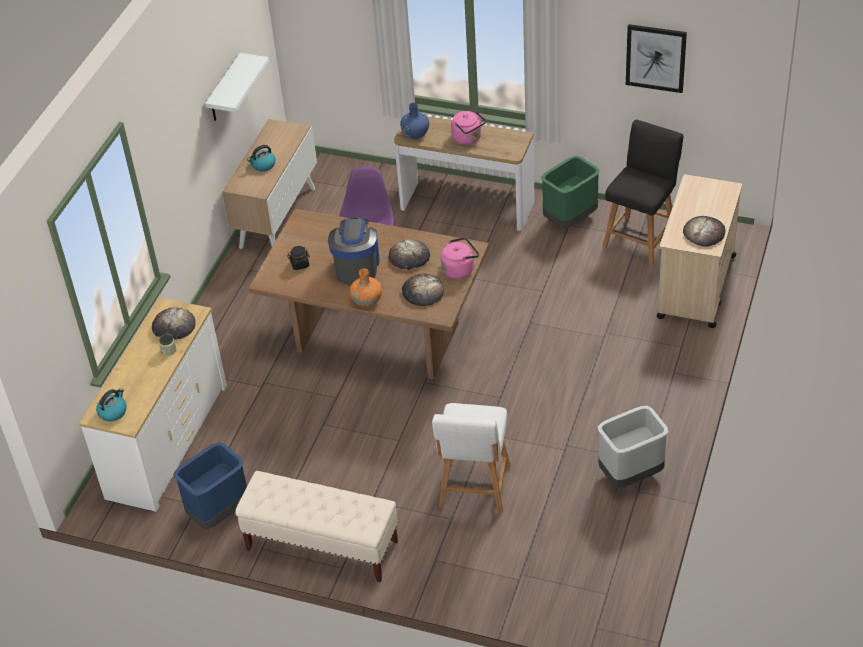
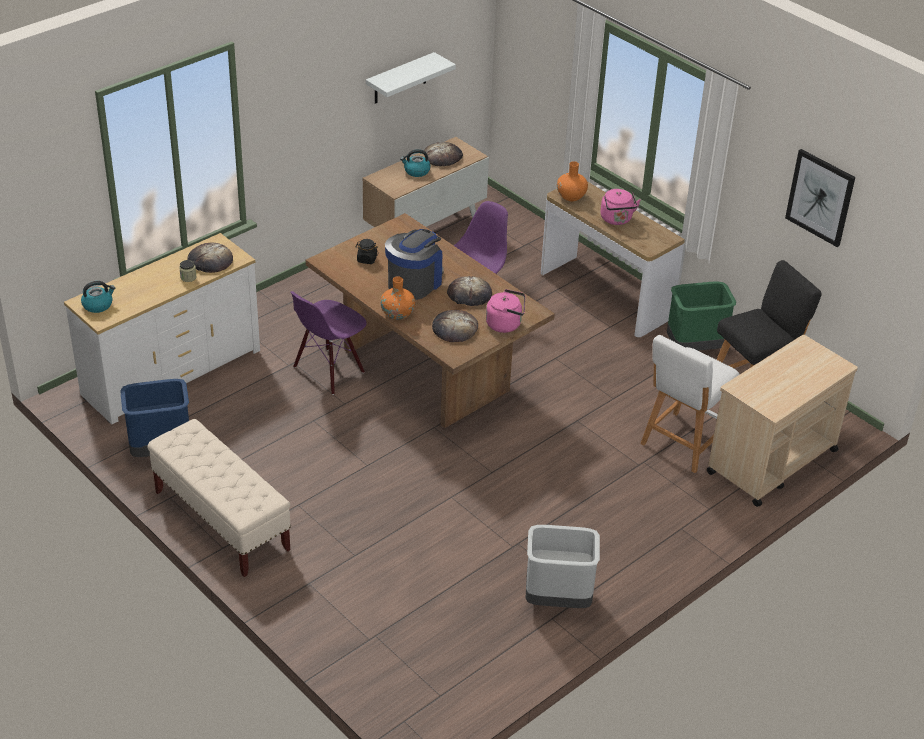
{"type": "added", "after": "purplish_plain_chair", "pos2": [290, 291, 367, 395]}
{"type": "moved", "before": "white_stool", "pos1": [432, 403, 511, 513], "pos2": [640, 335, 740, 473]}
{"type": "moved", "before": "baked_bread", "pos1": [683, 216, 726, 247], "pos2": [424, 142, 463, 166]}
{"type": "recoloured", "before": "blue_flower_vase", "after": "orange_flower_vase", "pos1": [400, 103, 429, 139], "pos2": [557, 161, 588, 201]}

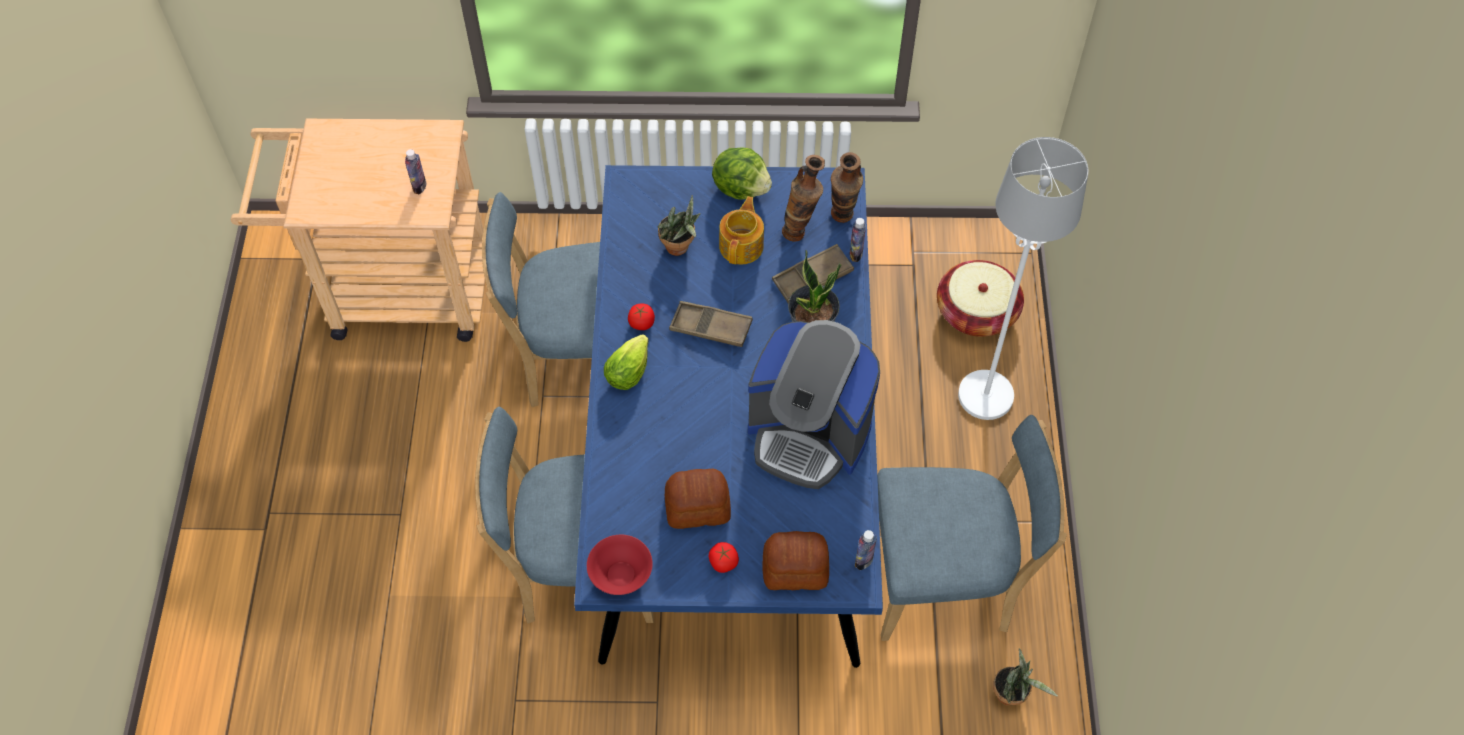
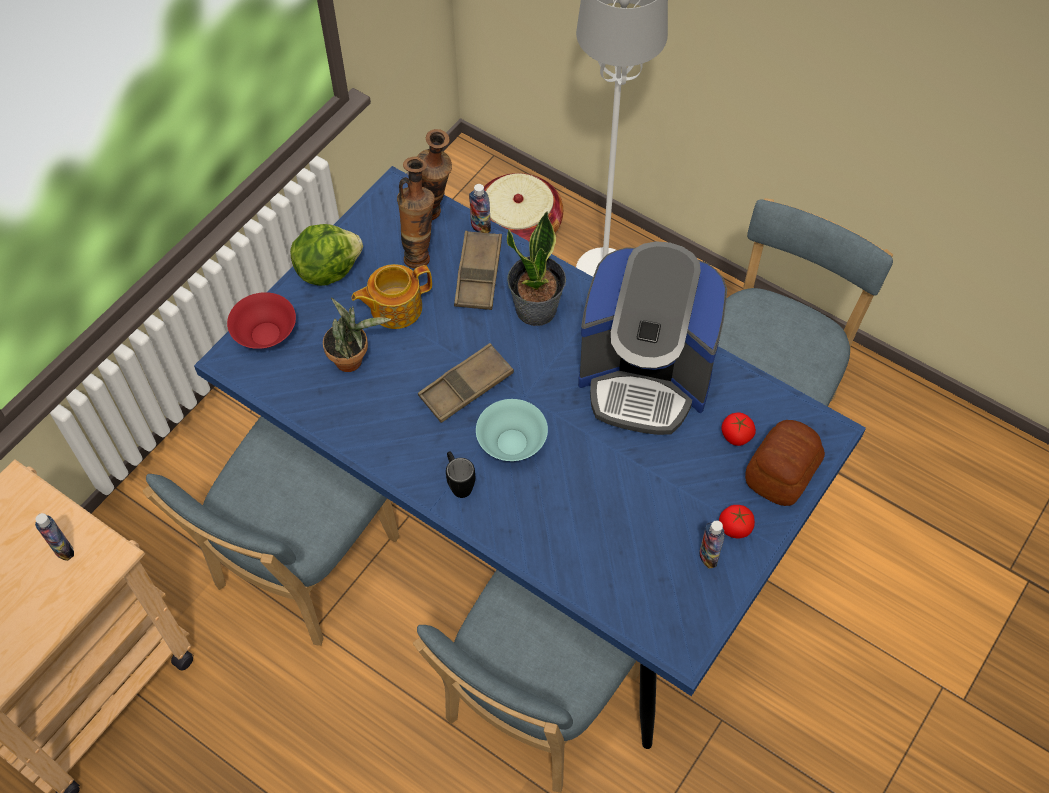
{"type": "removed", "before": "baked_bread", "pos1": [665, 469, 731, 529]}
{"type": "removed", "before": "plant_in_a_pot", "pos1": [993, 648, 1058, 706]}
{"type": "added", "after": "blue-green_deep_dish", "pos2": [476, 399, 548, 461]}
{"type": "moved", "before": "red-coloured_deep_dish", "pos1": [587, 535, 653, 595], "pos2": [227, 292, 296, 349]}
{"type": "moved", "before": "tomato", "pos1": [628, 304, 655, 330], "pos2": [721, 412, 756, 446]}
{"type": "moved", "before": "bottle", "pos1": [855, 530, 877, 570], "pos2": [700, 520, 725, 569]}
{"type": "replaced", "before": "head_of_lettuce", "after": "blackish_coffee_mug", "pos1": [604, 334, 649, 390], "pos2": [446, 451, 475, 498]}
{"type": "turned", "before": "pot_for_tea", "pos1": [719, 196, 764, 264], "pos2": [352, 264, 432, 329], "turn": -75}
{"type": "turned", "before": "coffee_brewer", "pos1": [748, 320, 880, 489], "pos2": [578, 241, 727, 435], "turn": 45}

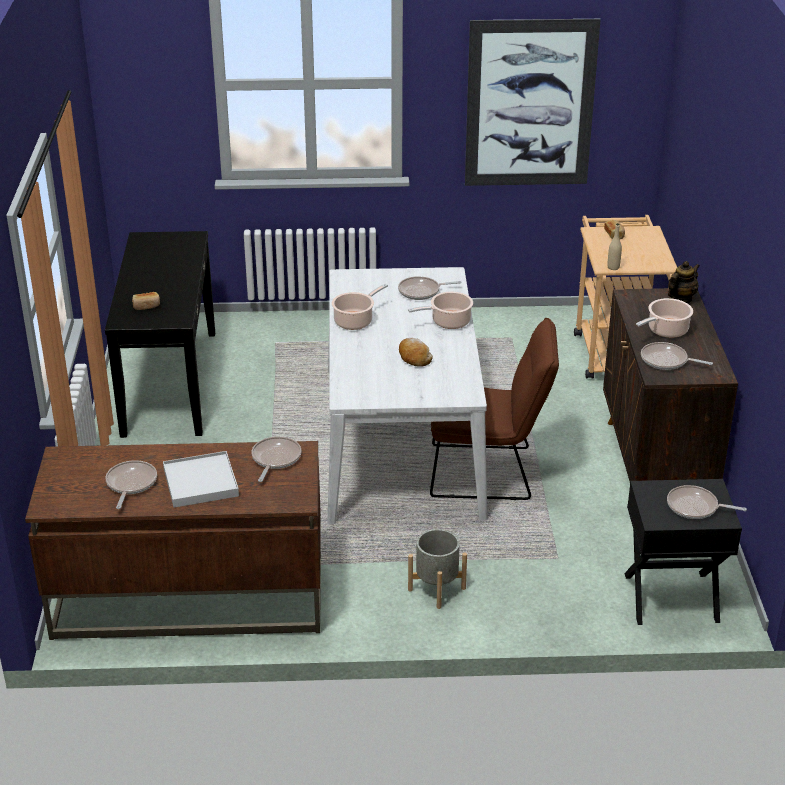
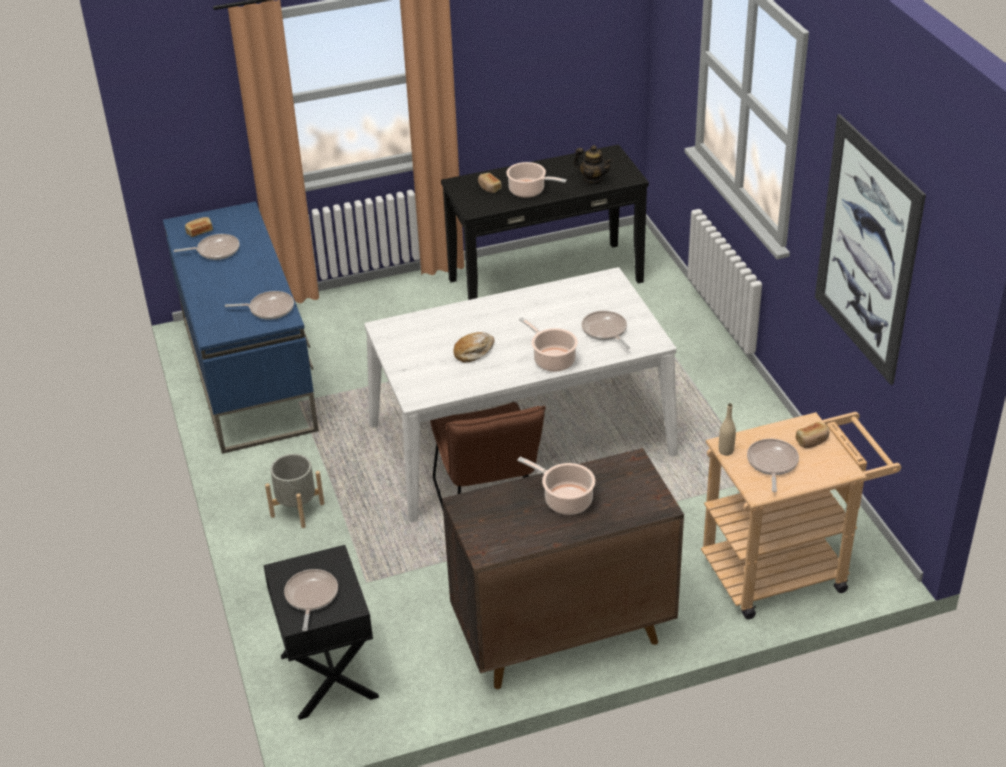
{"type": "removed", "before": "white_tray", "pos1": [163, 451, 239, 508]}
{"type": "added", "after": "baked_bread", "pos2": [185, 217, 213, 237]}
{"type": "moved", "before": "stockpot", "pos1": [332, 284, 388, 330], "pos2": [506, 162, 567, 198]}
{"type": "moved", "before": "pan", "pos1": [641, 342, 713, 370], "pos2": [747, 439, 799, 492]}
{"type": "moved", "before": "pot_for_tea", "pos1": [668, 261, 700, 303], "pos2": [574, 145, 613, 184]}
{"type": "recoloured", "before": "brown_desk", "after": "blue_desk", "pos1": [25, 441, 321, 640], "pos2": [163, 202, 319, 454]}

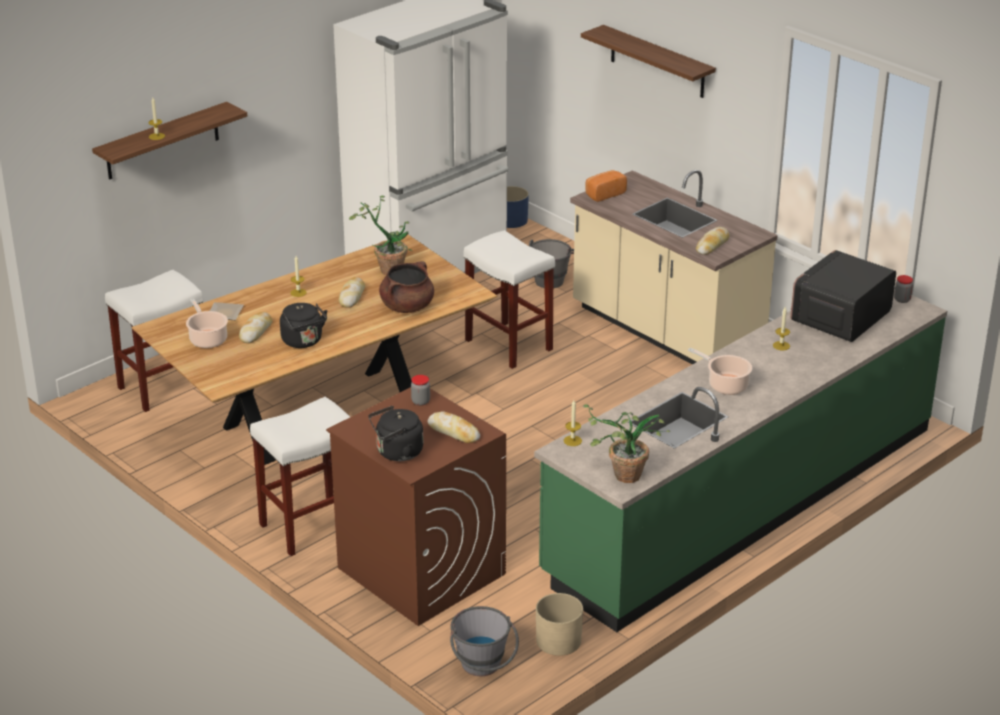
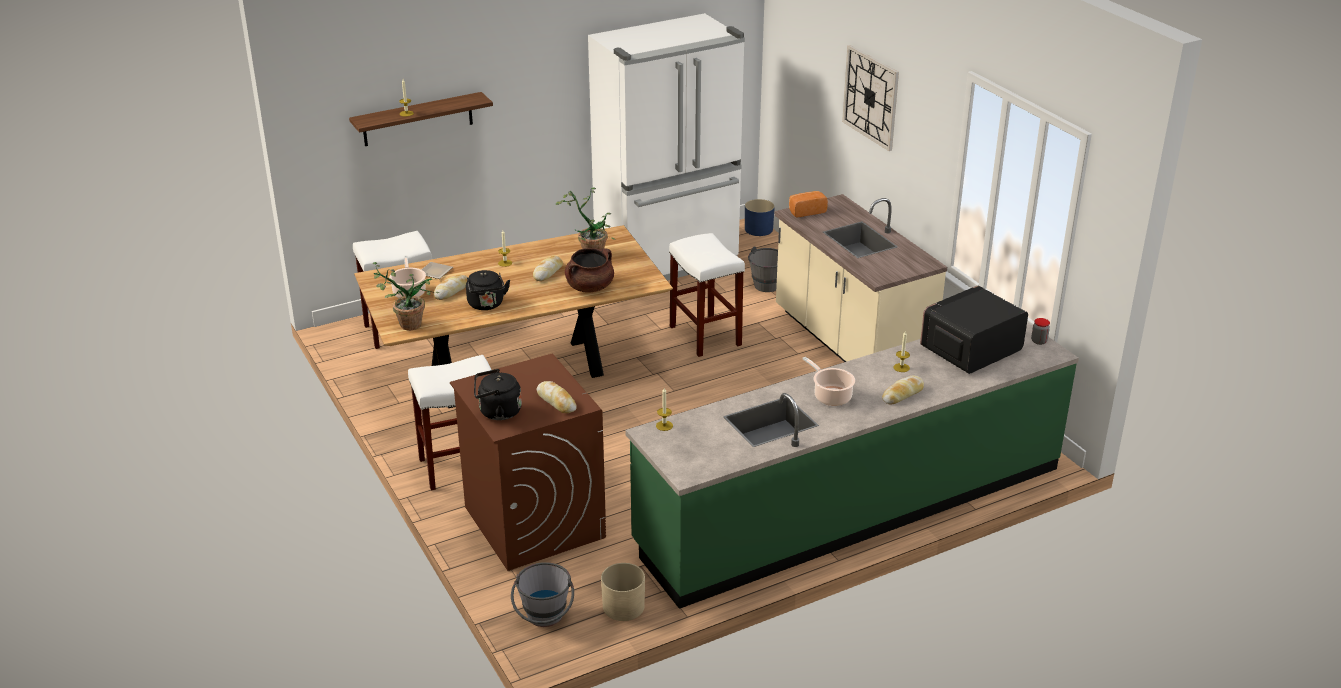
{"type": "removed", "before": "jar", "pos1": [411, 375, 430, 406]}
{"type": "moved", "before": "plant_in_a_pot", "pos1": [583, 404, 670, 483], "pos2": [373, 262, 439, 331]}
{"type": "moved", "before": "baked_bread", "pos1": [696, 227, 729, 255], "pos2": [882, 375, 924, 405]}
{"type": "replaced", "before": "shelf", "after": "wall_clock", "pos1": [581, 25, 716, 98], "pos2": [842, 45, 899, 151]}

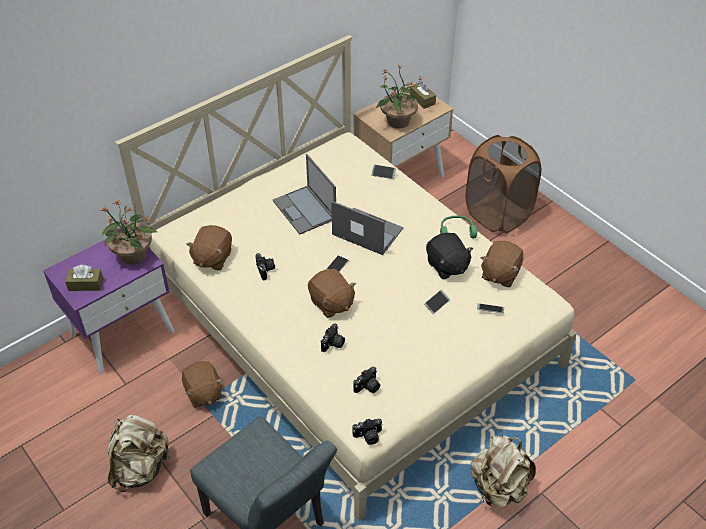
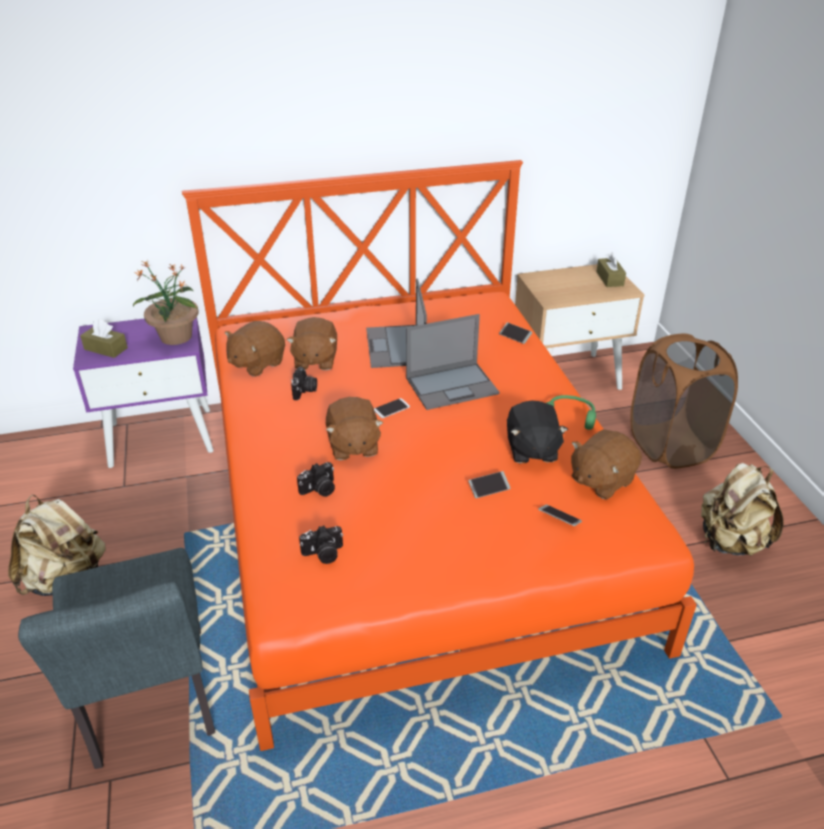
{"type": "removed", "before": "photo_camera", "pos1": [353, 418, 383, 445]}
{"type": "removed", "before": "plant_in_a_pot", "pos1": [376, 65, 424, 129]}
{"type": "moved", "before": "brown_cuddly_toy", "pos1": [182, 361, 224, 407], "pos2": [287, 317, 337, 370]}
{"type": "moved", "before": "beige-coloured_knapsack", "pos1": [471, 435, 536, 507], "pos2": [701, 463, 784, 556]}
{"type": "recoloured", "before": "beige-coloured_sleeping_bed", "after": "orange_sleeping_bed", "pos1": [115, 35, 577, 521], "pos2": [182, 160, 697, 751]}
{"type": "turned", "before": "portable_computer", "pos1": [331, 201, 403, 255], "pos2": [406, 314, 500, 410], "turn": 105}

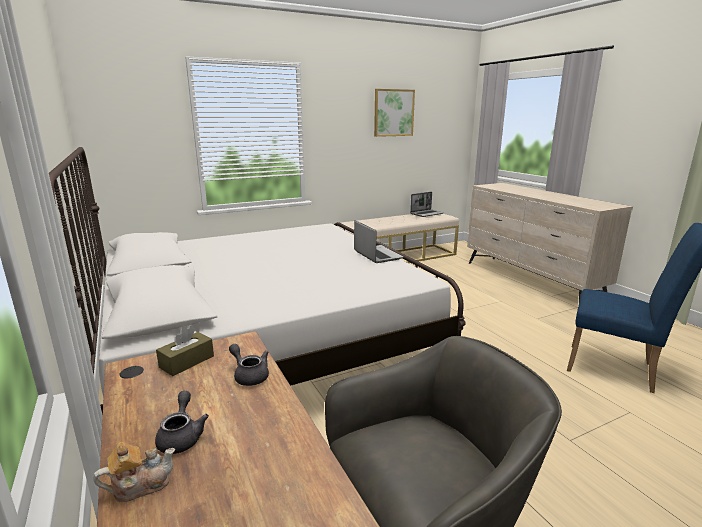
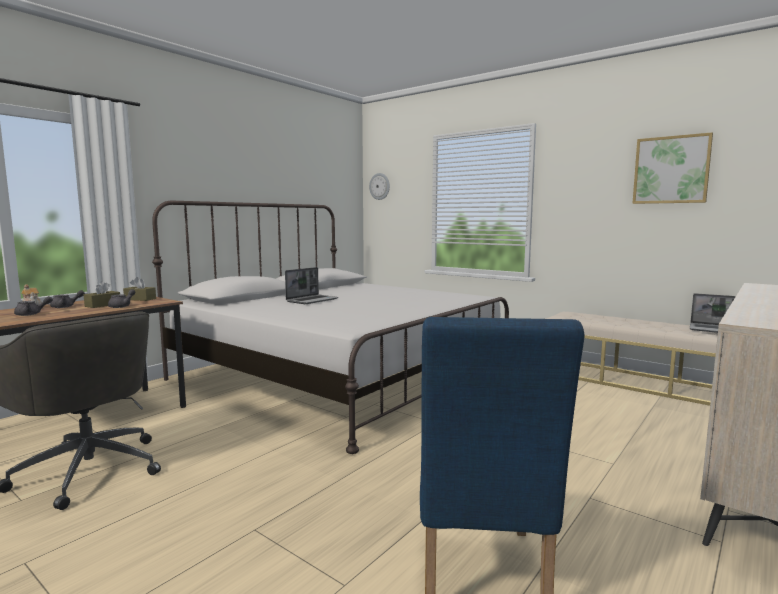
{"type": "added", "after": "gray_pot_for_tea", "pos2": [14, 296, 53, 316]}
{"type": "added", "after": "brown_tissue_holder", "pos2": [84, 281, 120, 308]}
{"type": "added", "after": "wall_clock", "pos2": [369, 173, 390, 200]}
{"type": "moved", "before": "portable_computer", "pos1": [354, 220, 404, 263], "pos2": [285, 267, 338, 304]}

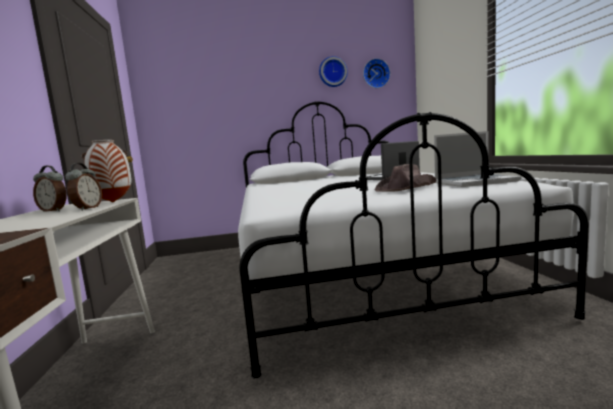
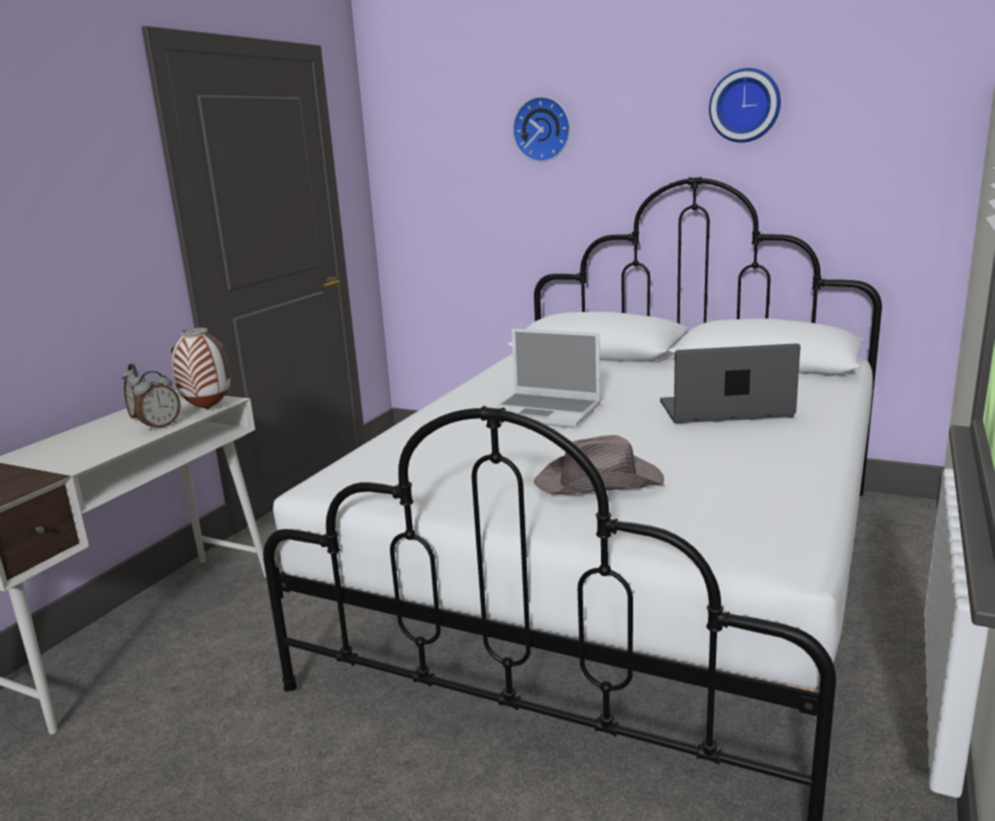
{"type": "moved", "before": "wall_clock", "pos1": [363, 58, 390, 88], "pos2": [512, 96, 570, 162]}
{"type": "moved", "before": "portable_computer", "pos1": [434, 131, 522, 187], "pos2": [494, 328, 601, 428]}

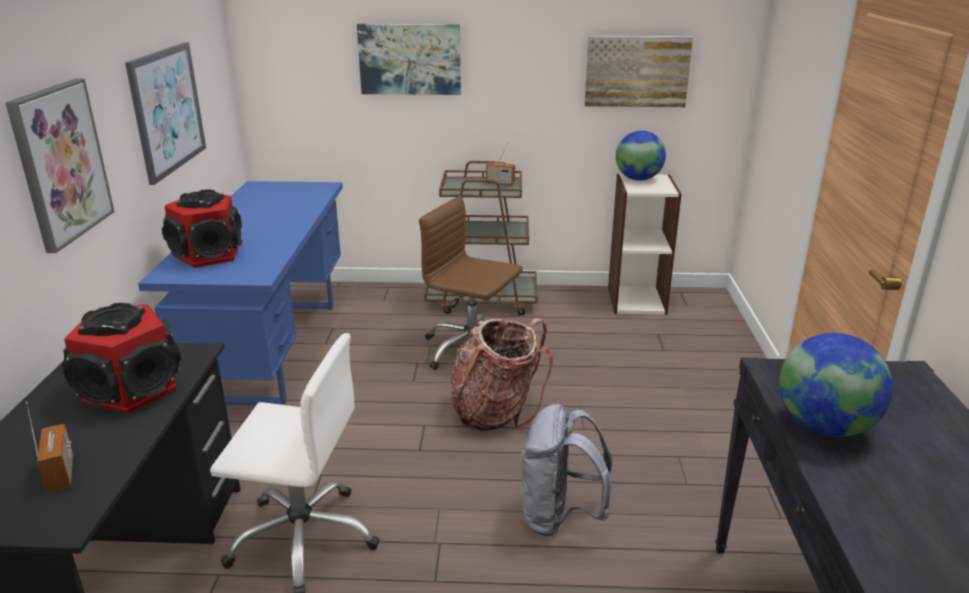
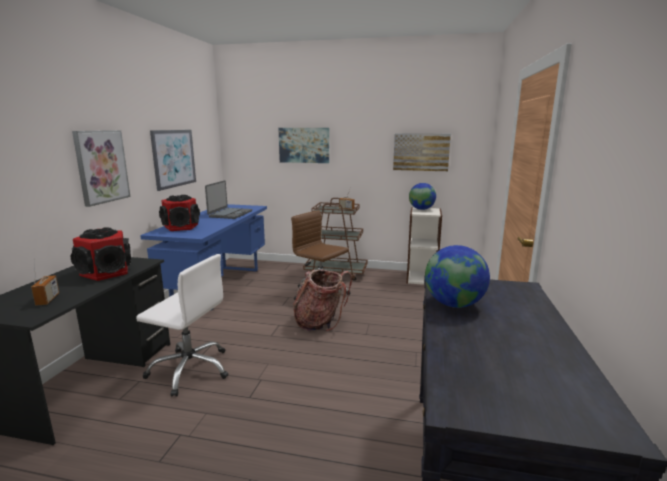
{"type": "removed", "before": "gray_knapsack", "pos1": [521, 404, 612, 536]}
{"type": "added", "after": "portable_computer", "pos2": [205, 180, 252, 219]}

